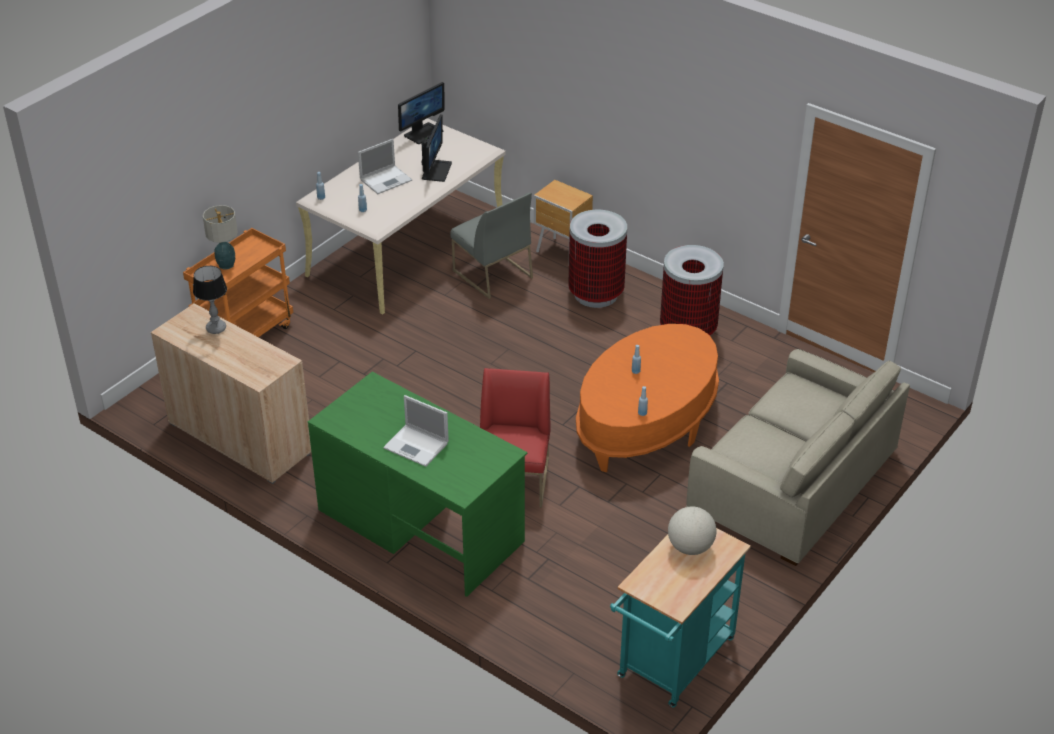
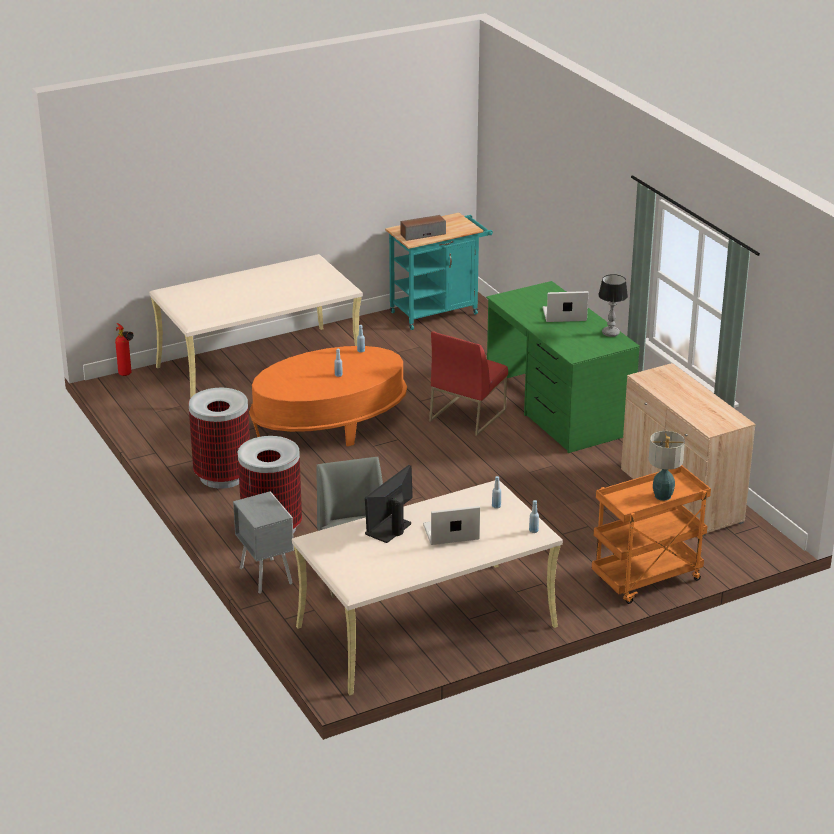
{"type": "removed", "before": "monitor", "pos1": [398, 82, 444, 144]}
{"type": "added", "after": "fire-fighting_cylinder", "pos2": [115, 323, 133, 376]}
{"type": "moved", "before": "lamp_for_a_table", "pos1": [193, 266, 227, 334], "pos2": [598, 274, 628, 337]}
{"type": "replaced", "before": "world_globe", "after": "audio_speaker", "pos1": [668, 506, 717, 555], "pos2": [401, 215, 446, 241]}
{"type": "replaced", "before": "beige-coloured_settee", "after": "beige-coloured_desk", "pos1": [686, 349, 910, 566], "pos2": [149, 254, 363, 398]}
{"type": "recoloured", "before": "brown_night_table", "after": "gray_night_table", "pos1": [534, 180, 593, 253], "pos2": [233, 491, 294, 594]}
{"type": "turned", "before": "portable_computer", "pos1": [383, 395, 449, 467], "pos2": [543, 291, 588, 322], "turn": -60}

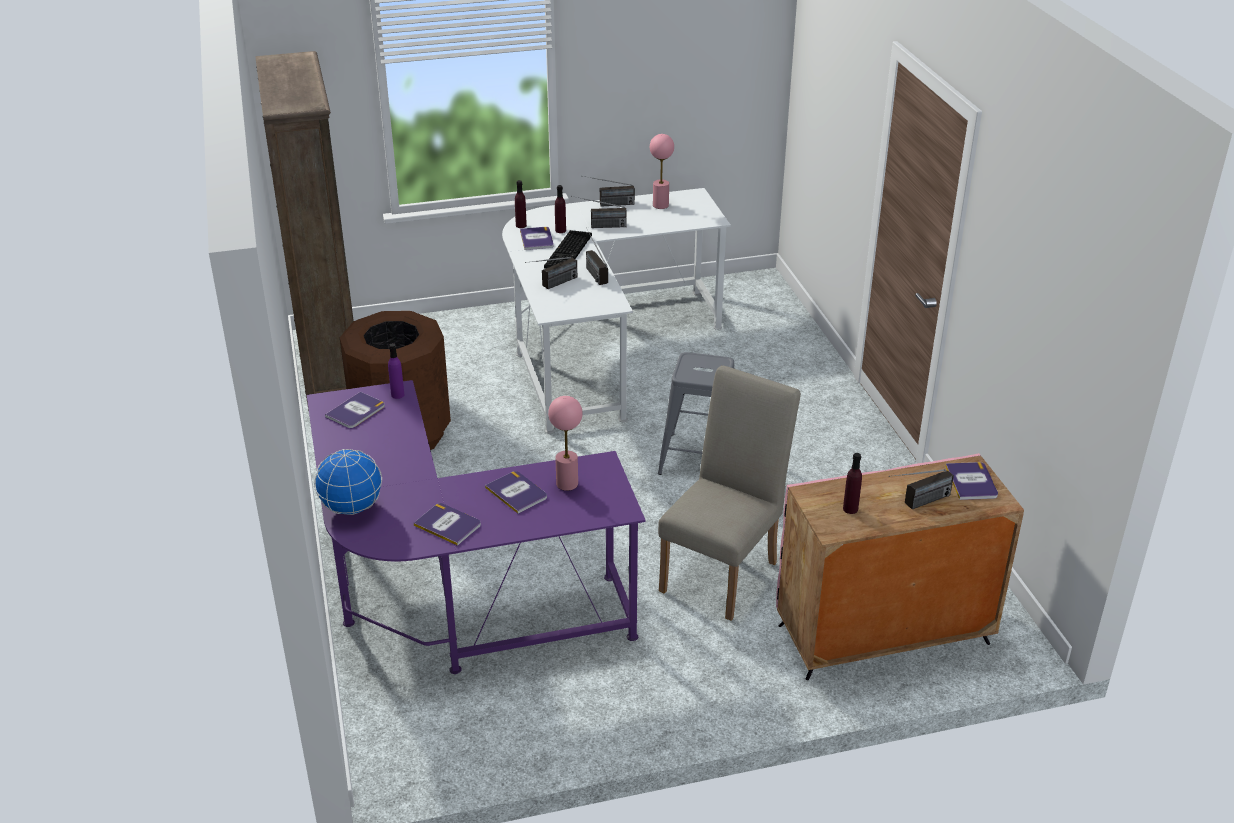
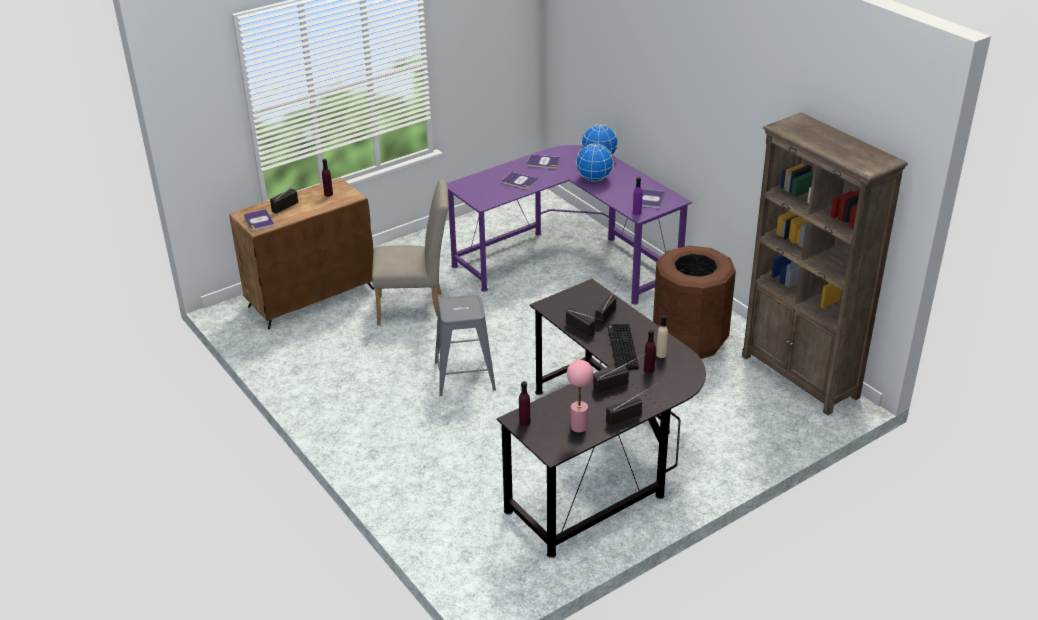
{"type": "removed", "before": "pinkish_lamp_for_a_table", "pos1": [548, 396, 583, 491]}
{"type": "added", "after": "world_globe", "pos2": [576, 143, 614, 182]}
{"type": "moved", "before": "purplish_bottle", "pos1": [515, 180, 527, 228], "pos2": [519, 381, 530, 426]}
{"type": "replaced", "before": "book", "after": "beige-coloured_bottle", "pos1": [520, 227, 554, 250], "pos2": [656, 315, 668, 358]}
{"type": "recoloured", "before": "white_desk", "after": "blackish_desk", "pos1": [502, 188, 731, 433], "pos2": [497, 279, 706, 558]}
{"type": "recoloured", "before": "pinkish_cupboard", "after": "brown_cupboard", "pos1": [776, 454, 1024, 680], "pos2": [229, 177, 374, 329]}
{"type": "turned", "before": "beige-coloured_plain_chair", "pos1": [658, 366, 801, 621], "pos2": [372, 179, 449, 325], "turn": -105}

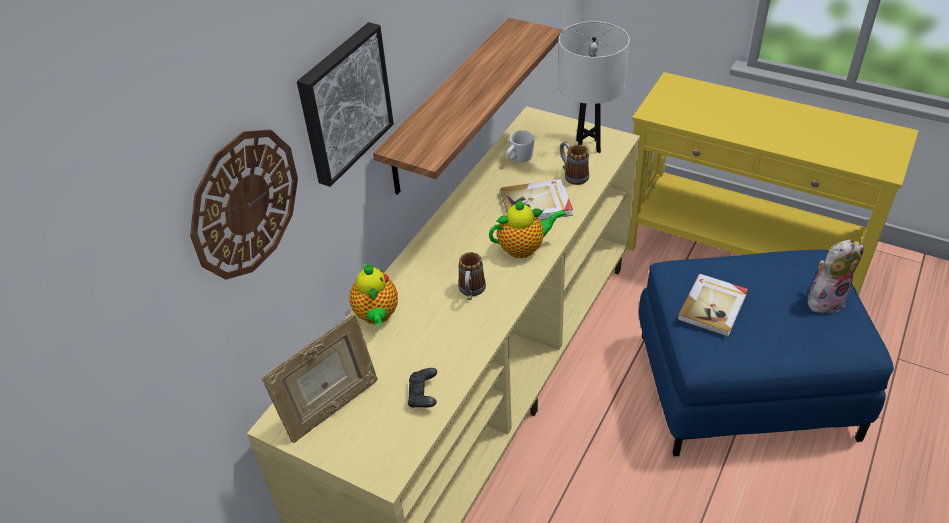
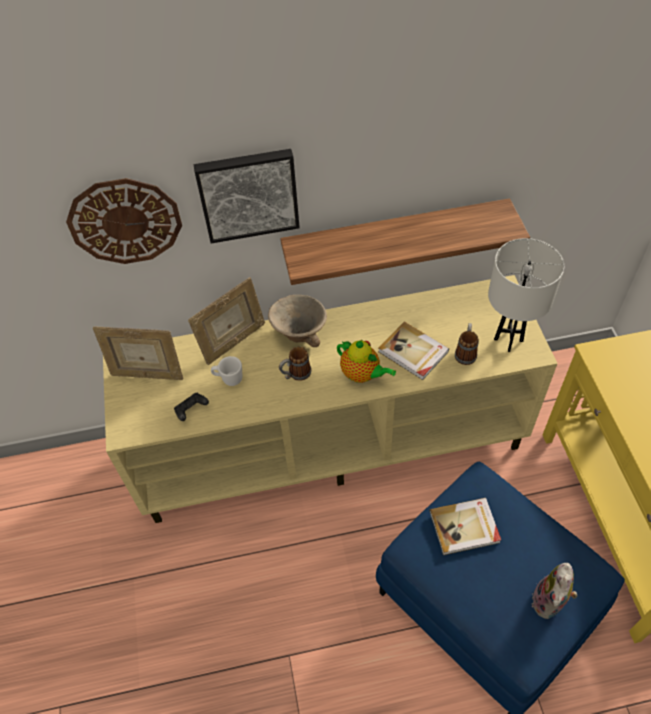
{"type": "added", "after": "beige-coloured_deep_dish", "pos2": [268, 295, 327, 347]}
{"type": "moved", "before": "white_coffee_mug", "pos1": [506, 130, 535, 162], "pos2": [211, 356, 242, 386]}
{"type": "replaced", "before": "pot_for_tea", "after": "photo_frame", "pos1": [350, 261, 398, 326], "pos2": [188, 277, 265, 365]}
{"type": "turned", "before": "cuddly_toy", "pos1": [807, 240, 864, 313], "pos2": [532, 563, 577, 619], "turn": 90}

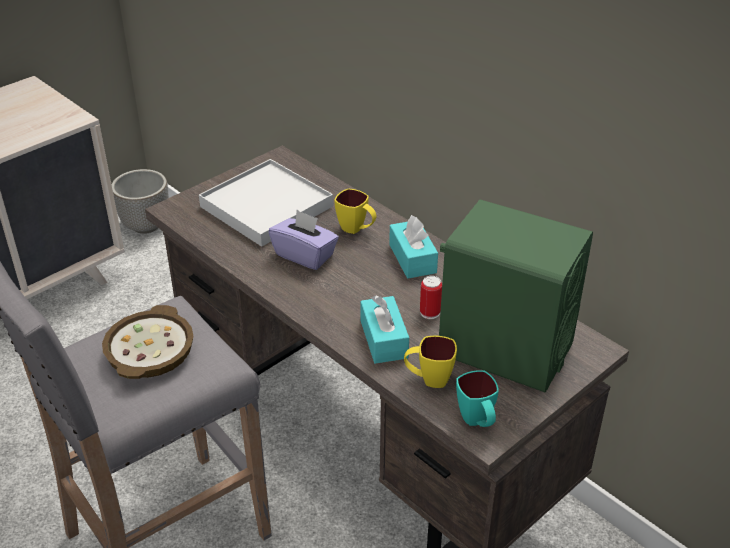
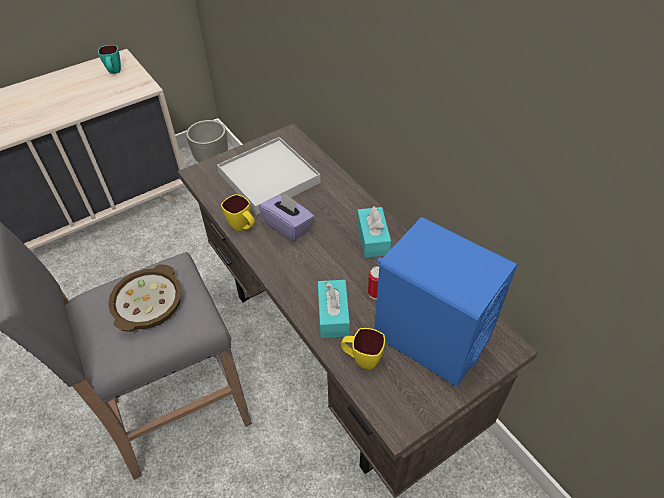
{"type": "moved", "before": "yellow-coloured_coffee_mug", "pos1": [335, 189, 376, 234], "pos2": [221, 194, 255, 232]}
{"type": "moved", "before": "blue-green_coffee_mug", "pos1": [456, 370, 499, 427], "pos2": [98, 45, 121, 74]}
{"type": "recoloured", "before": "greenish_audio_speaker", "after": "blue_audio_speaker", "pos1": [439, 200, 593, 392], "pos2": [374, 217, 518, 387]}

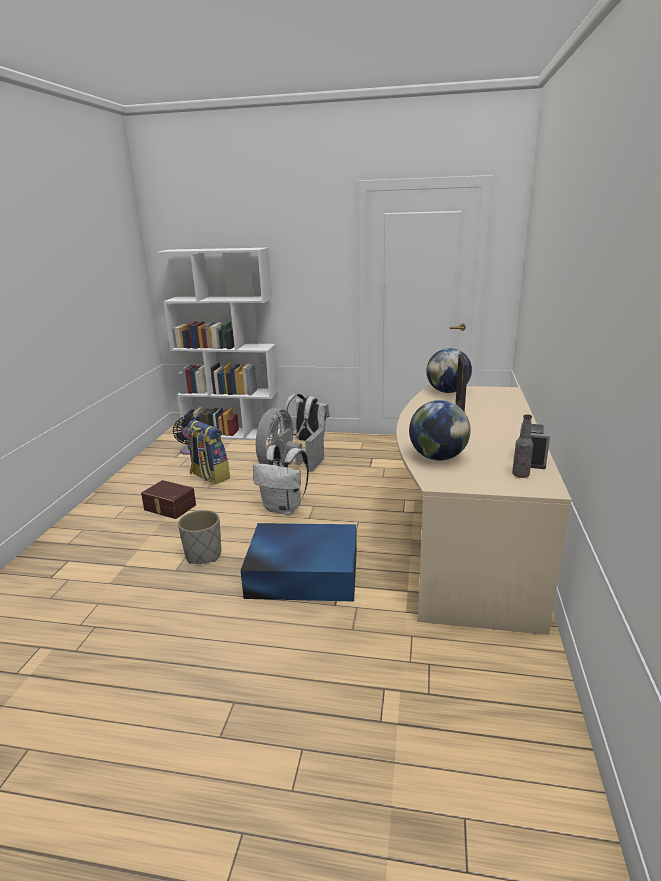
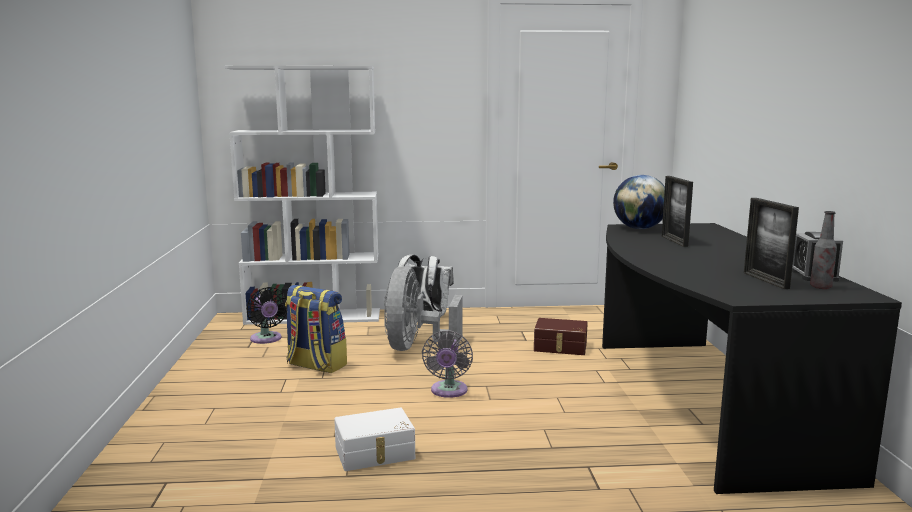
{"type": "removed", "before": "blue_storage_box", "pos1": [240, 523, 357, 602]}
{"type": "removed", "before": "world_globe", "pos1": [409, 400, 471, 460]}
{"type": "added", "after": "photo_frame", "pos2": [744, 198, 799, 289]}
{"type": "moved", "before": "brown_storage_box", "pos1": [141, 480, 196, 519], "pos2": [534, 318, 588, 355]}
{"type": "replaced", "before": "gray_plant_pot", "after": "white_storage_box", "pos1": [178, 510, 221, 564], "pos2": [334, 407, 415, 471]}
{"type": "replaced", "before": "white_knapsack", "after": "gray_electric_fan", "pos1": [253, 445, 309, 515], "pos2": [422, 330, 473, 398]}
{"type": "recoloured", "before": "beige-coloured_desk", "after": "blackish_desk", "pos1": [396, 385, 572, 635], "pos2": [602, 223, 902, 494]}

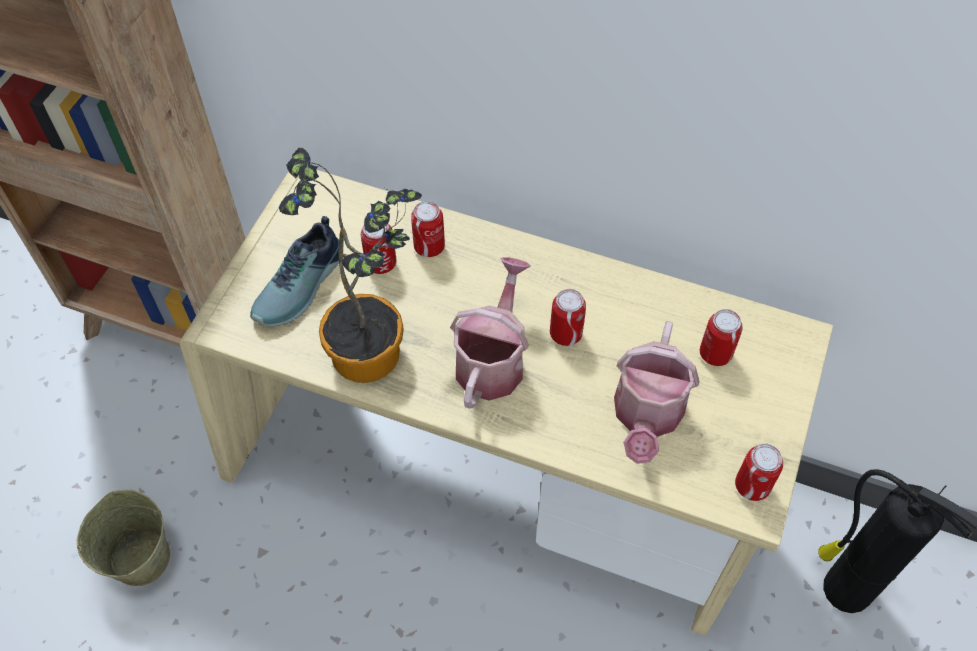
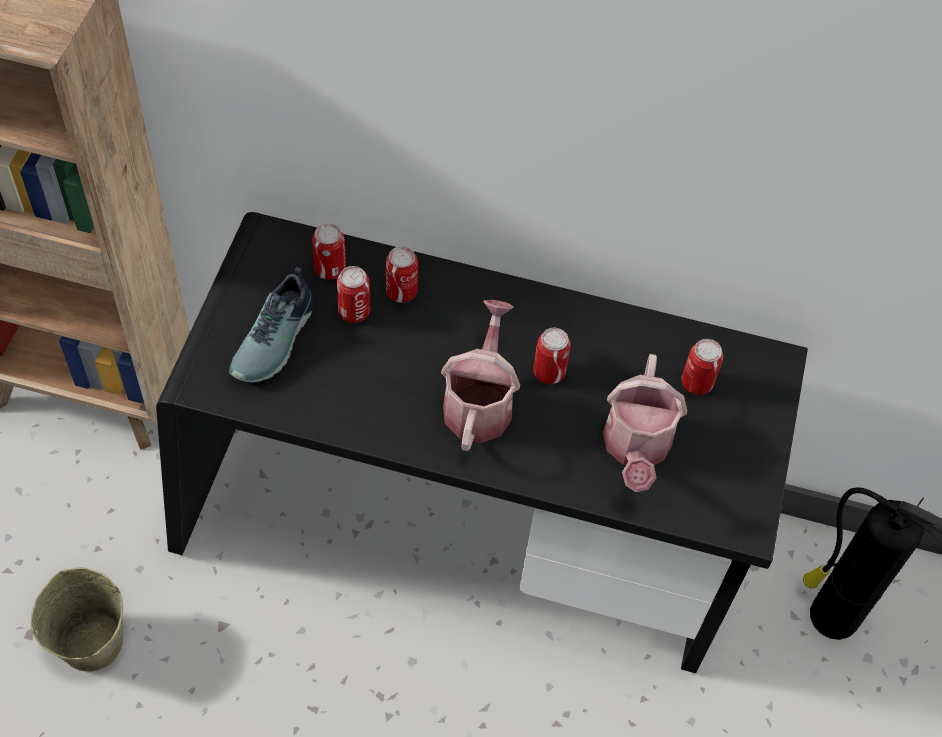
{"type": "removed", "before": "plant_in_a_pot", "pos1": [279, 148, 422, 383]}
{"type": "moved", "before": "sealed_can", "pos1": [735, 444, 783, 501], "pos2": [312, 223, 346, 280]}
{"type": "recoloured", "before": "beige-coloured_desk", "after": "blackish_desk", "pos1": [180, 170, 833, 635], "pos2": [156, 212, 808, 673]}

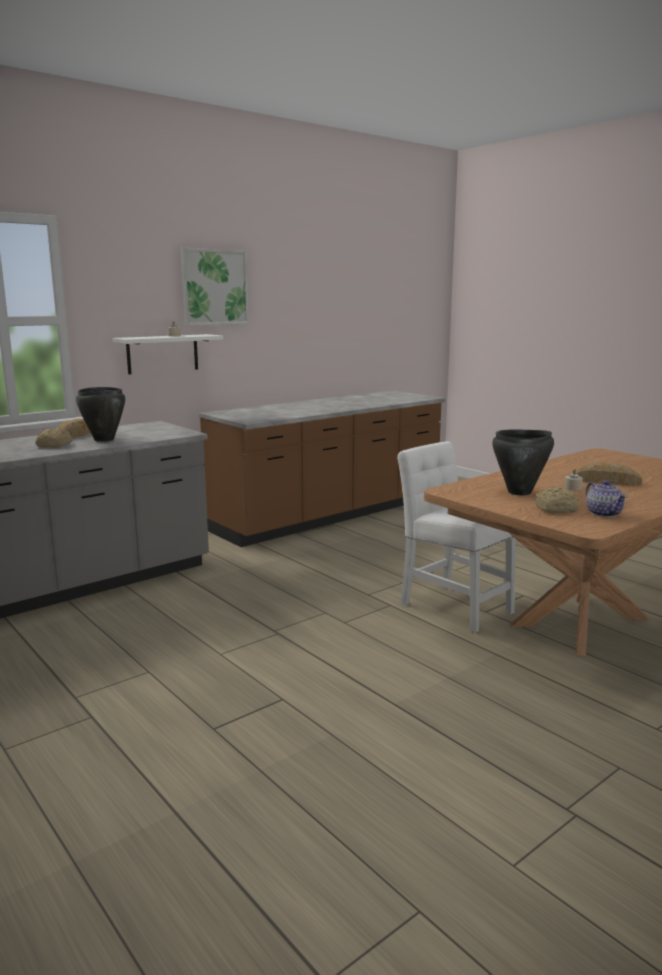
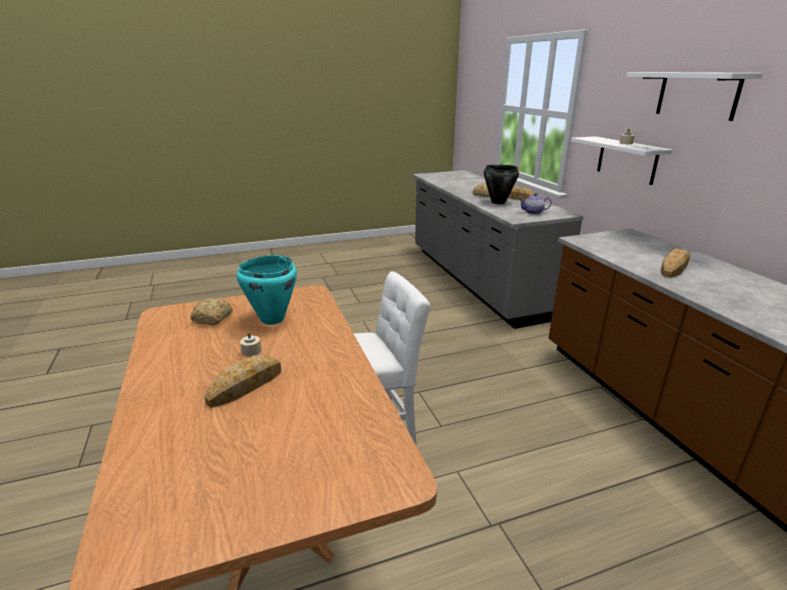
{"type": "added", "after": "baked_bread", "pos2": [661, 249, 690, 278]}
{"type": "moved", "before": "pot_for_tea", "pos1": [586, 480, 627, 517], "pos2": [519, 193, 552, 214]}
{"type": "replaced", "before": "wall_picture", "after": "white_shelf", "pos1": [180, 248, 249, 326], "pos2": [627, 72, 763, 121]}
{"type": "recoloured", "before": "blackish_stockpot", "after": "blue-green_stockpot", "pos1": [492, 430, 554, 495], "pos2": [237, 255, 297, 325]}

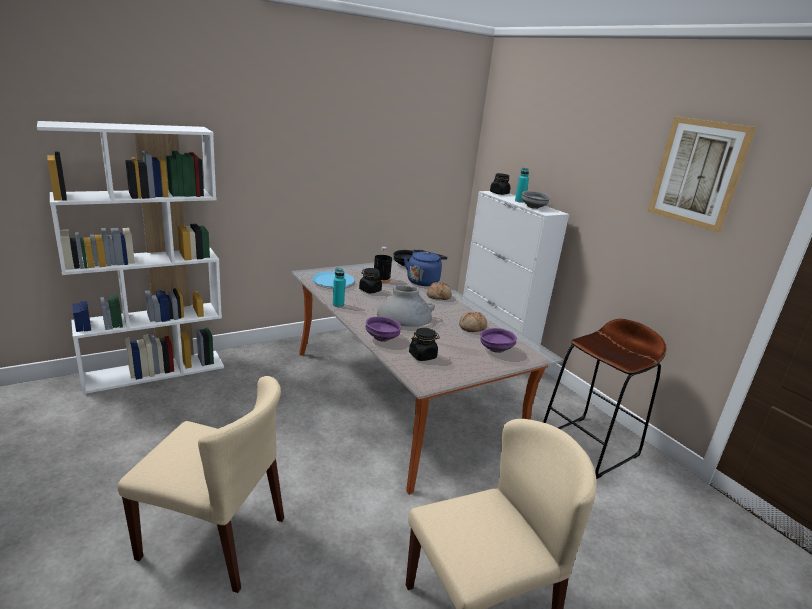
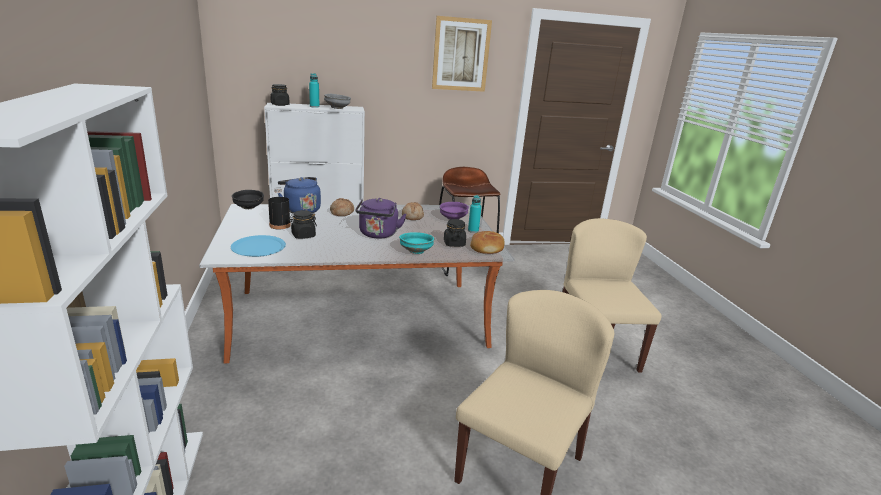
{"type": "added", "after": "baked_bread", "pos2": [470, 231, 504, 254]}
{"type": "moved", "before": "blue-green_bottle", "pos1": [333, 268, 345, 307], "pos2": [468, 195, 482, 233]}
{"type": "replaced", "before": "gray_flower_vase", "after": "purplish_kettle", "pos1": [377, 285, 435, 327], "pos2": [356, 198, 406, 239]}
{"type": "recoloured", "before": "purplish_deep_dish", "after": "blue-green_deep_dish", "pos1": [366, 317, 401, 342], "pos2": [399, 232, 434, 254]}

